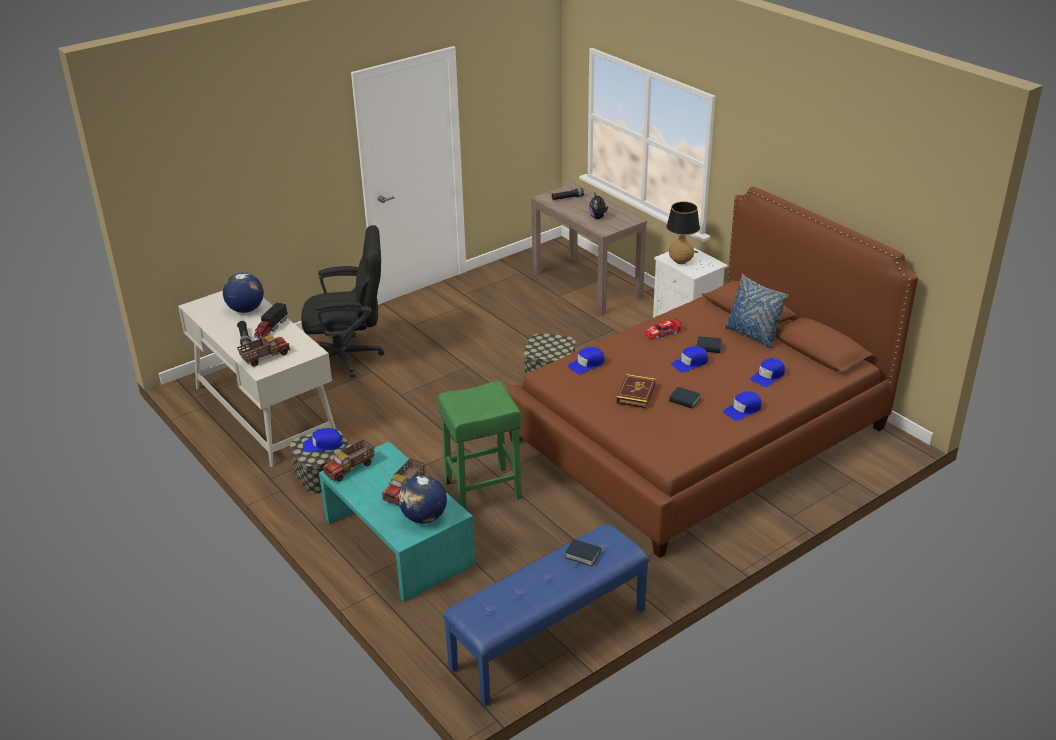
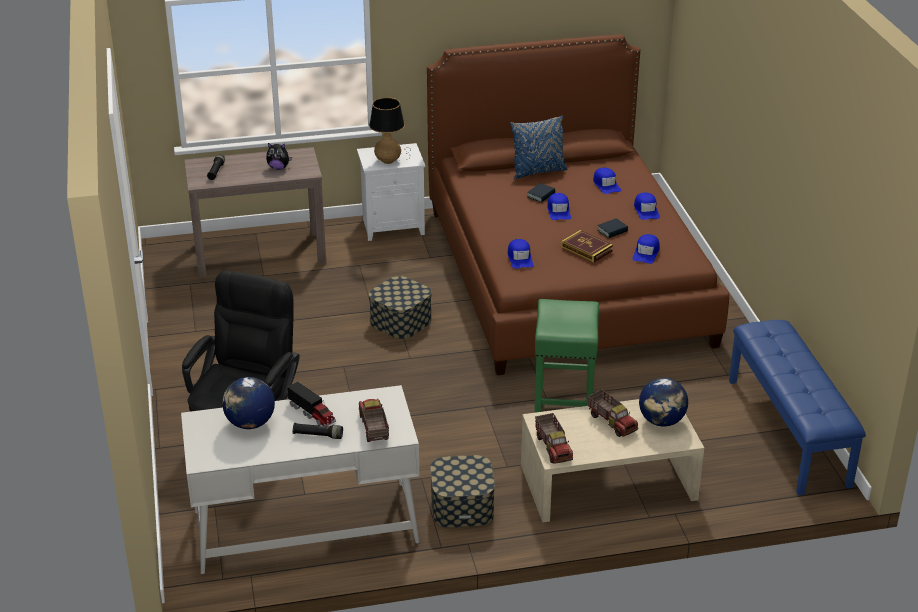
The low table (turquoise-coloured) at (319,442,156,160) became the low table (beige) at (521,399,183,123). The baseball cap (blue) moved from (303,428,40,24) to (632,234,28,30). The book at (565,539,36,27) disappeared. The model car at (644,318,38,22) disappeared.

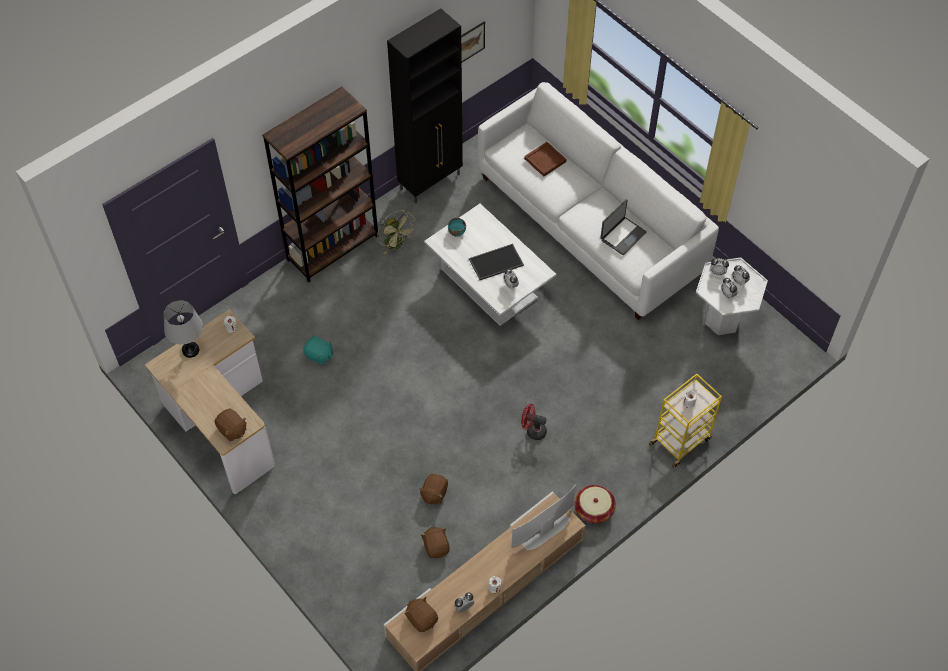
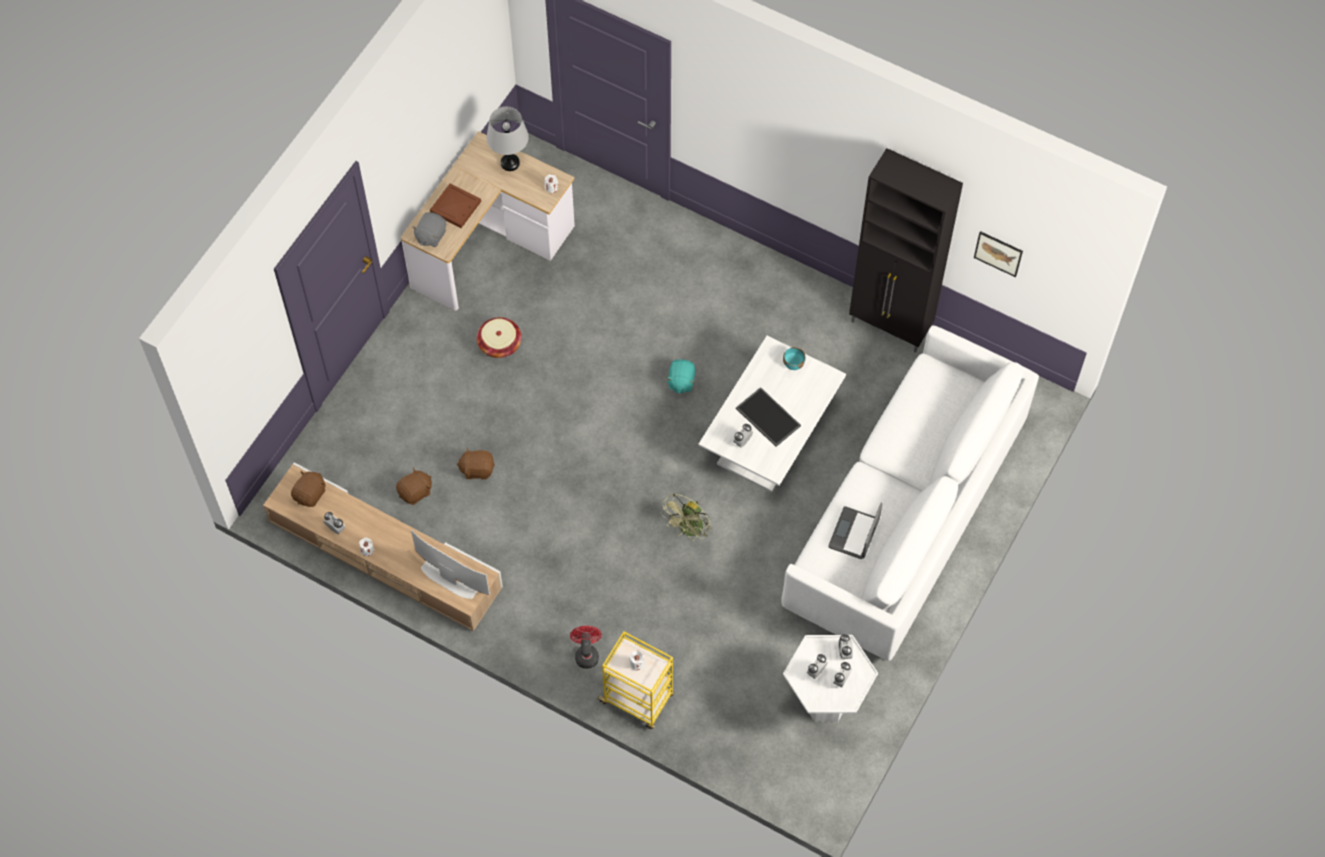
The plush toy (brown-coloured) at (214,409,32,33) became the plush toy (grey) at (412,212,34,35). The serving tray (brown-coloured) moved from (524,142,43,35) to (430,183,51,45). The basket moved from (574,485,42,38) to (477,317,45,41). The electric fan (red) moved from (521,404,26,36) to (570,626,32,43). The electric fan (green-coloured) moved from (377,210,40,45) to (661,493,51,48). The plush toy (turquoise-coloured) moved from (303,336,30,29) to (666,359,30,35). The portable computer at (601,199,46,56) turned 90 degrees clockwise. The bookshelf (brown-coloured) at (262,87,116,196) disappeared.

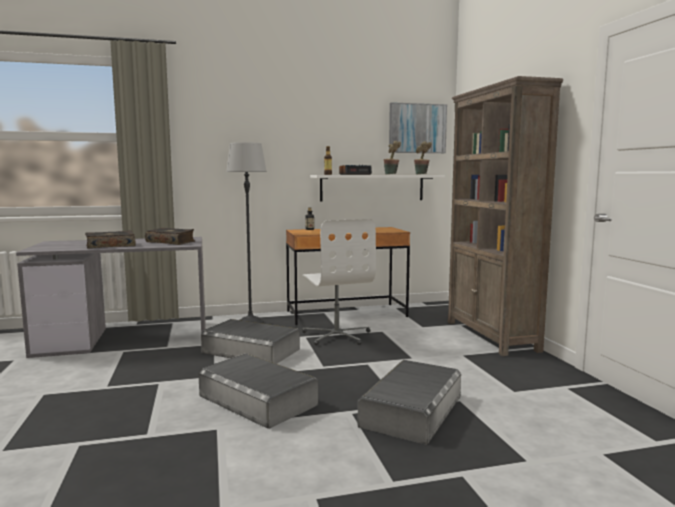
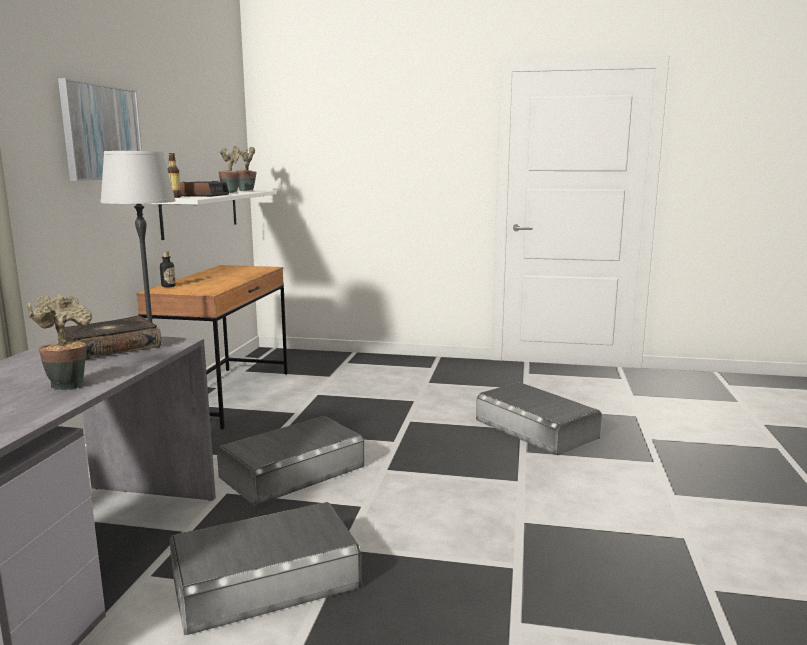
The book at (85,230,51,18) was replaced by the houseplant at (27,294,65,96). The wall picture moved from (389,102,58,51) to (58,78,84,103). The storage box (grey) moved from (198,353,120,76) to (170,502,191,133). The computer chair (whitish) at (302,219,74,127) disappeared. The bookshelf (brown-coloured) at (448,76,115,280) disappeared.

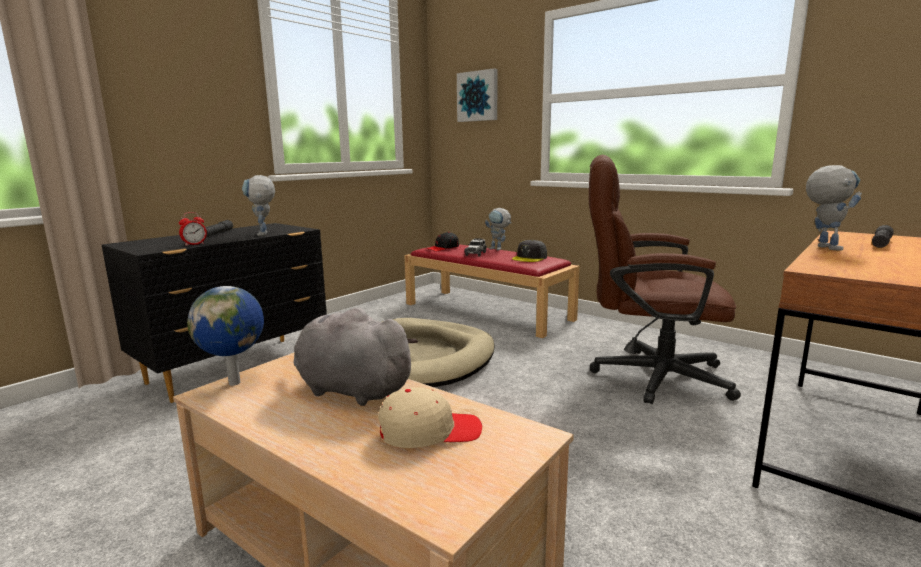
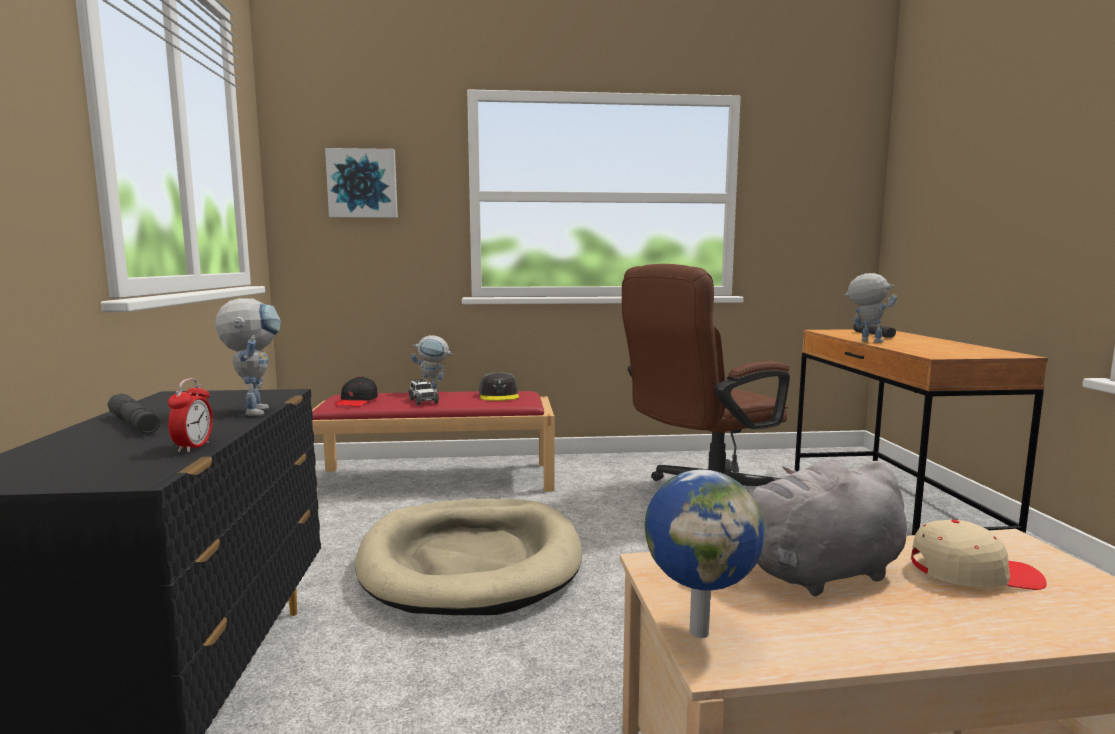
The model robot at (242,175,33,61) turned 135 degrees counterclockwise. The baseball cap (beige) at (378,387,104,61) turned 60 degrees clockwise.

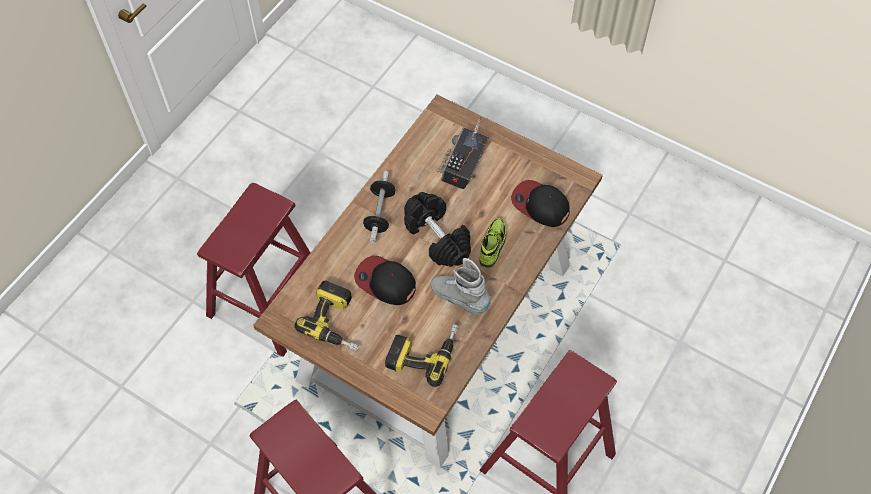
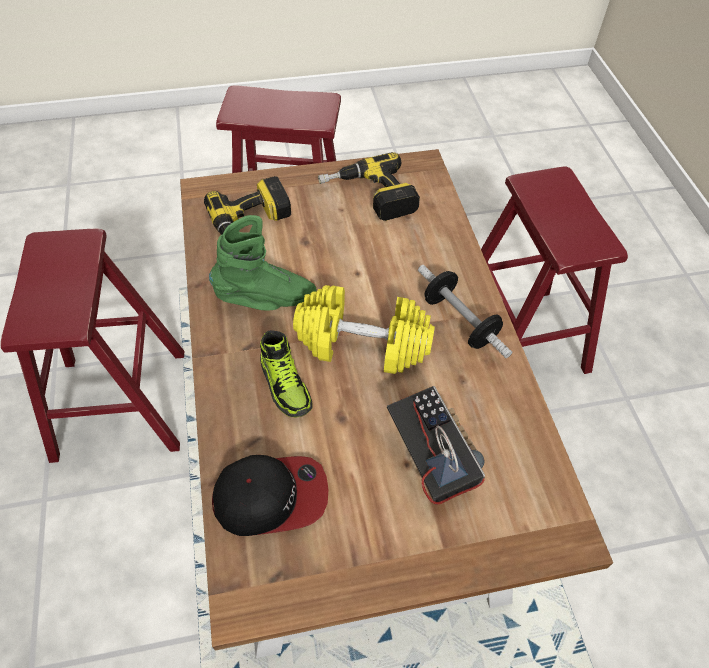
The boot (grey) at (431,258,60,57) became the boot (green-coloured) at (209,215,108,95). The dumbbell (blackish) at (404,192,67,75) became the dumbbell (yellowish) at (293,285,142,89). The baseball cap at (354,256,62,49) disappeared.

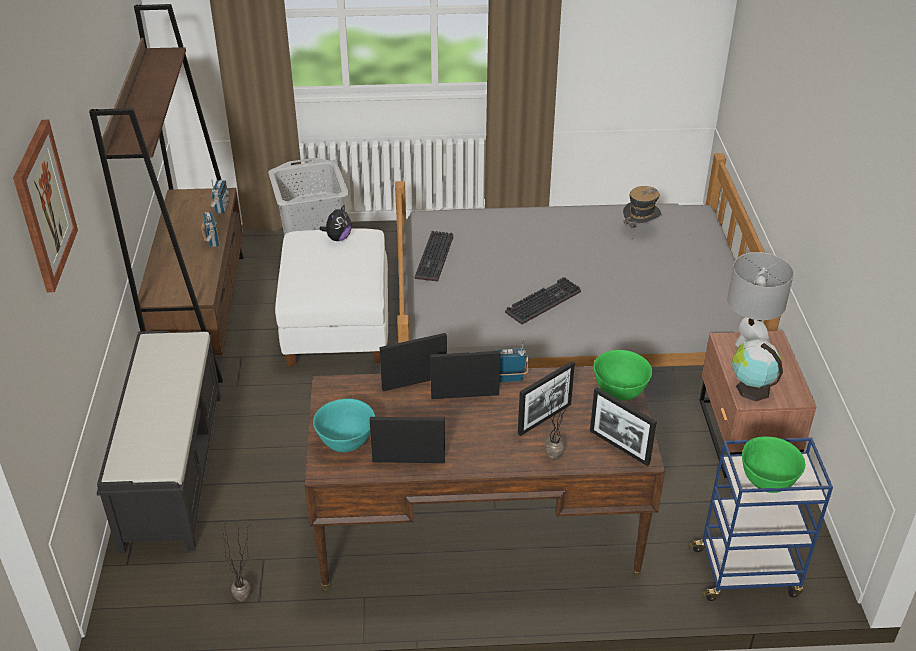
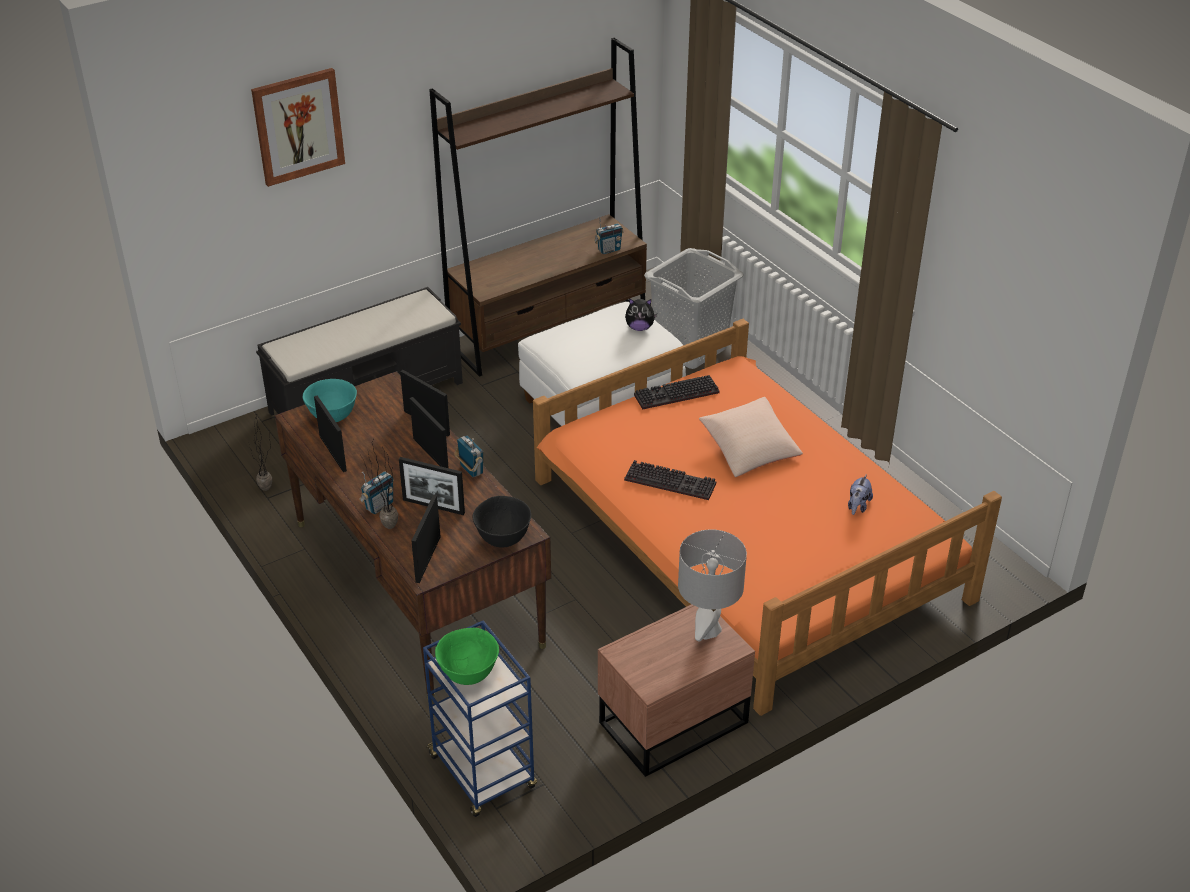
The radio receiver moved from (201,212,19,35) to (359,471,35,43). The deep dish (green-coloured) at (593,350,59,51) became the deep dish (blackish) at (473,496,58,52). The bed (grey) at (395,153,386,216) became the bed (orange-coloured) at (533,319,469,397). The pillow (beige) at (699,397,104,80) appeared. The hat at (623,186,38,49) was replaced by the plush toy at (848,474,25,41). The desk globe at (732,339,51,62) disappeared.

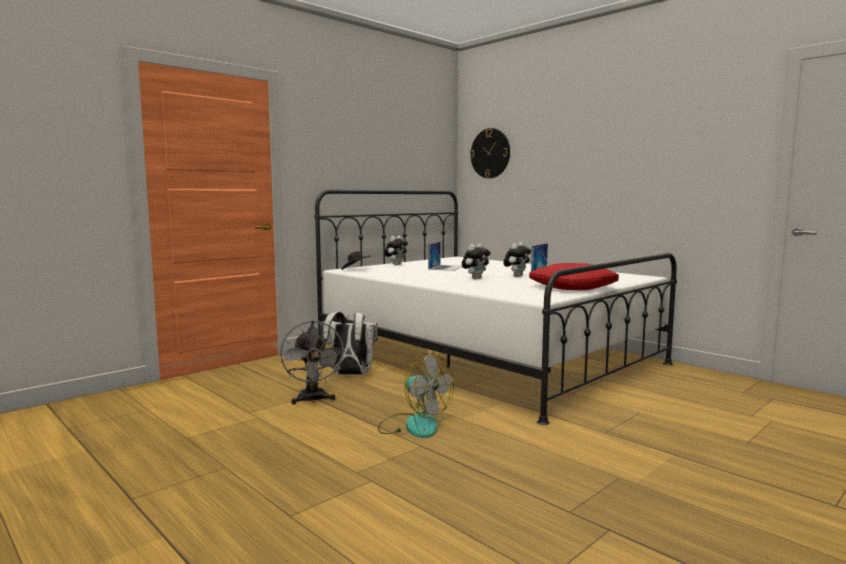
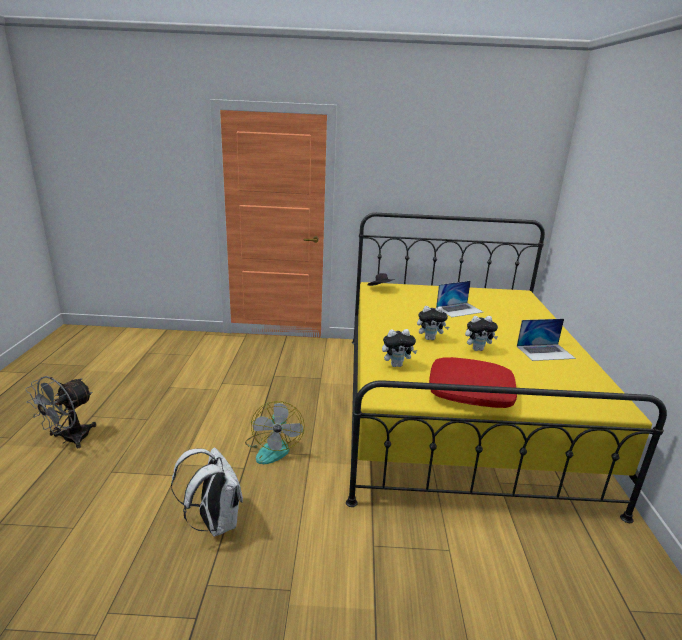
The electric fan (grey) moved from (280,321,65,83) to (25,376,71,73). The backpack (whitish) moved from (323,312,55,63) to (171,447,72,90). The bed (whitish) at (314,189,363,236) became the bed (yellowish) at (346,213,321,310). The plush toy moved from (384,236,24,29) to (382,329,35,38). The clock on the wall at (470,128,40,50) disappeared.

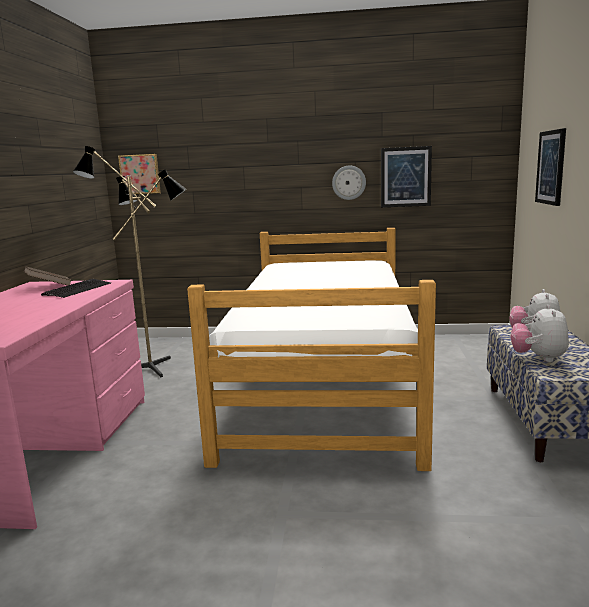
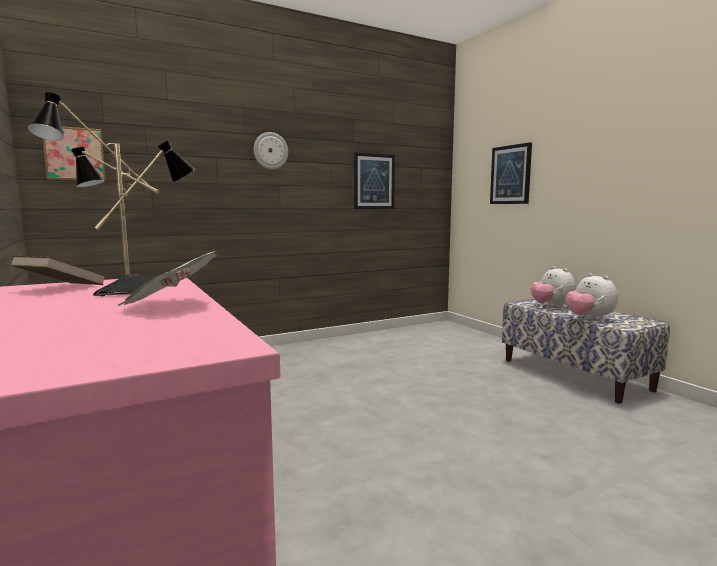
The newspaper at (118,251,98,55) appeared. The clock on the wall moved from (332,165,34,35) to (254,132,34,37). The bed at (187,228,249,243) disappeared.

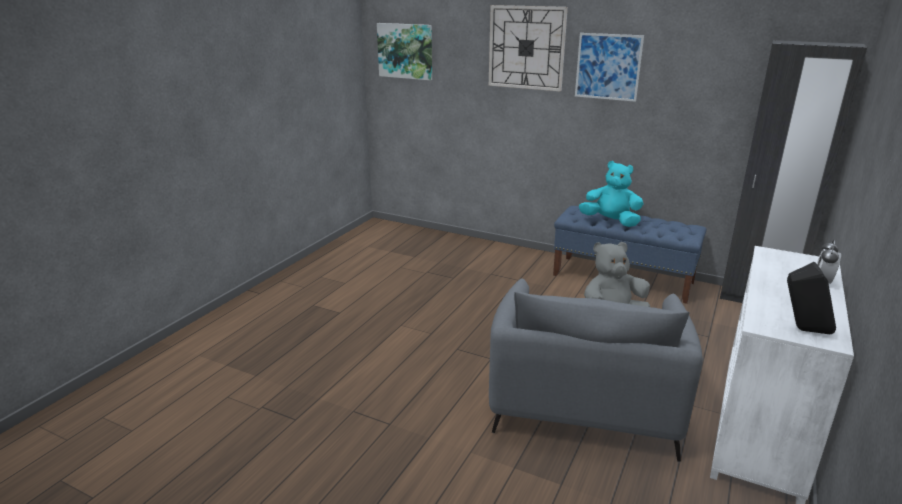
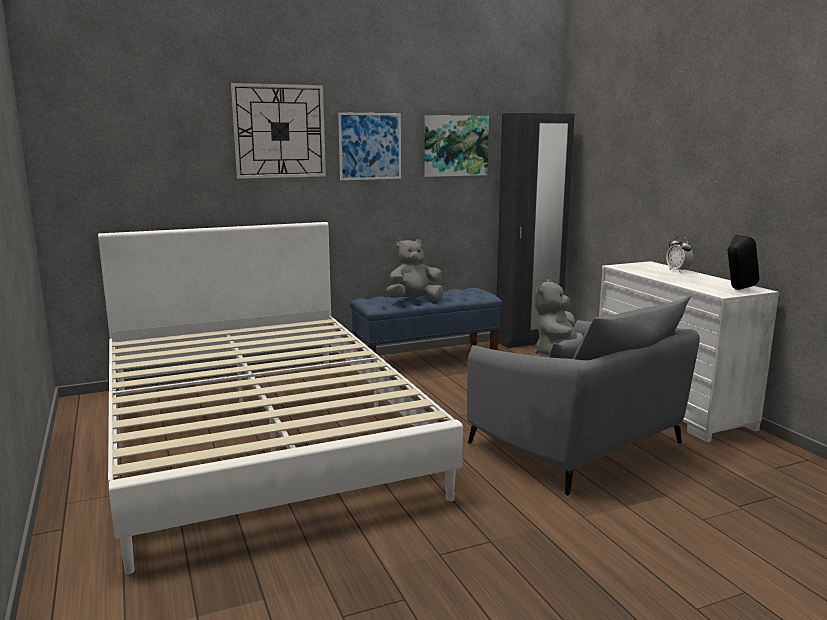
The bed (whitish) at (98,222,365,352) appeared. The plush toy (turquoise-coloured) at (579,161,65,66) became the plush toy (grey) at (386,239,58,61). The wall picture moved from (377,23,55,57) to (425,115,64,62).

